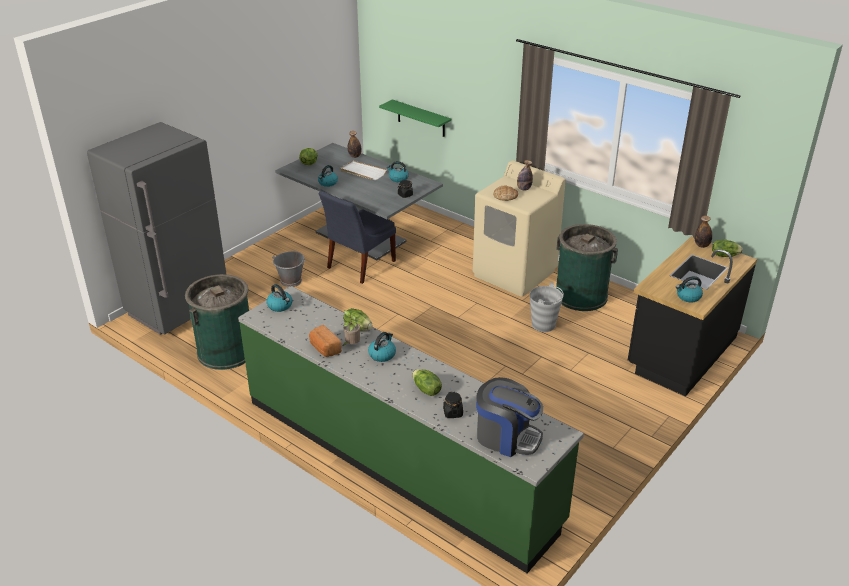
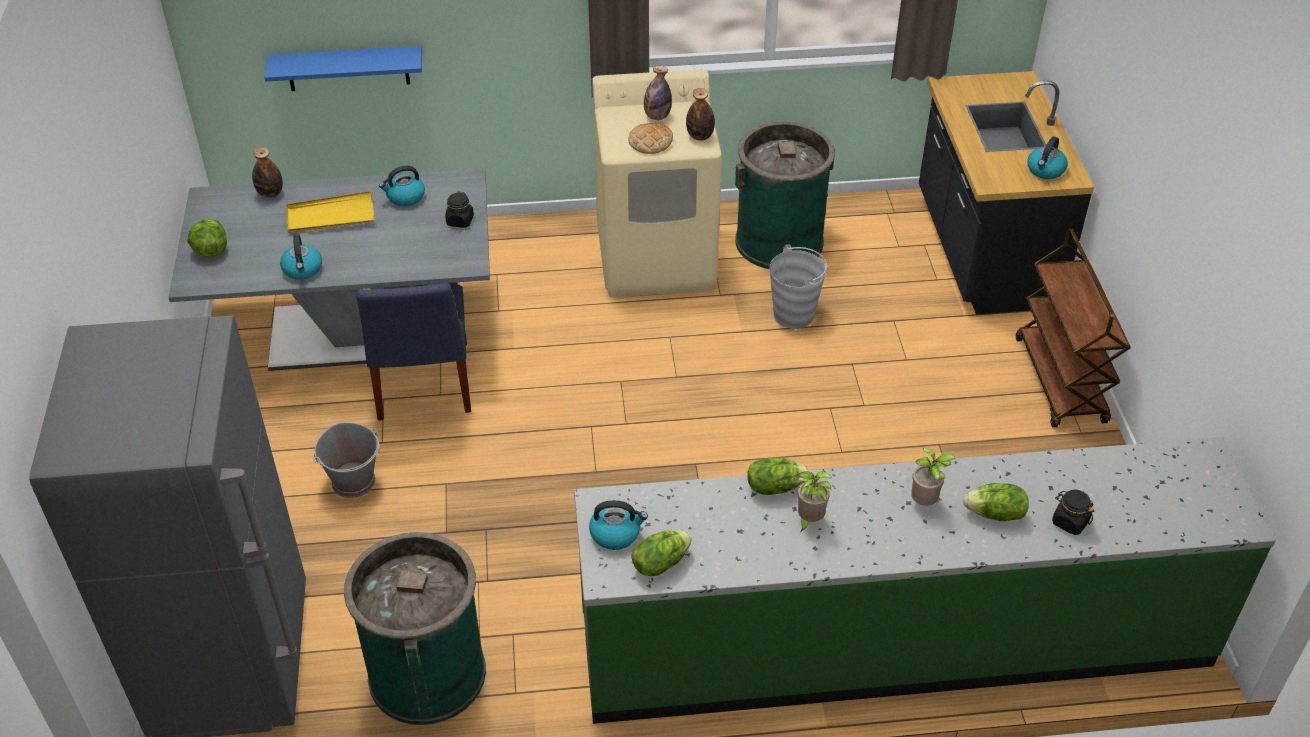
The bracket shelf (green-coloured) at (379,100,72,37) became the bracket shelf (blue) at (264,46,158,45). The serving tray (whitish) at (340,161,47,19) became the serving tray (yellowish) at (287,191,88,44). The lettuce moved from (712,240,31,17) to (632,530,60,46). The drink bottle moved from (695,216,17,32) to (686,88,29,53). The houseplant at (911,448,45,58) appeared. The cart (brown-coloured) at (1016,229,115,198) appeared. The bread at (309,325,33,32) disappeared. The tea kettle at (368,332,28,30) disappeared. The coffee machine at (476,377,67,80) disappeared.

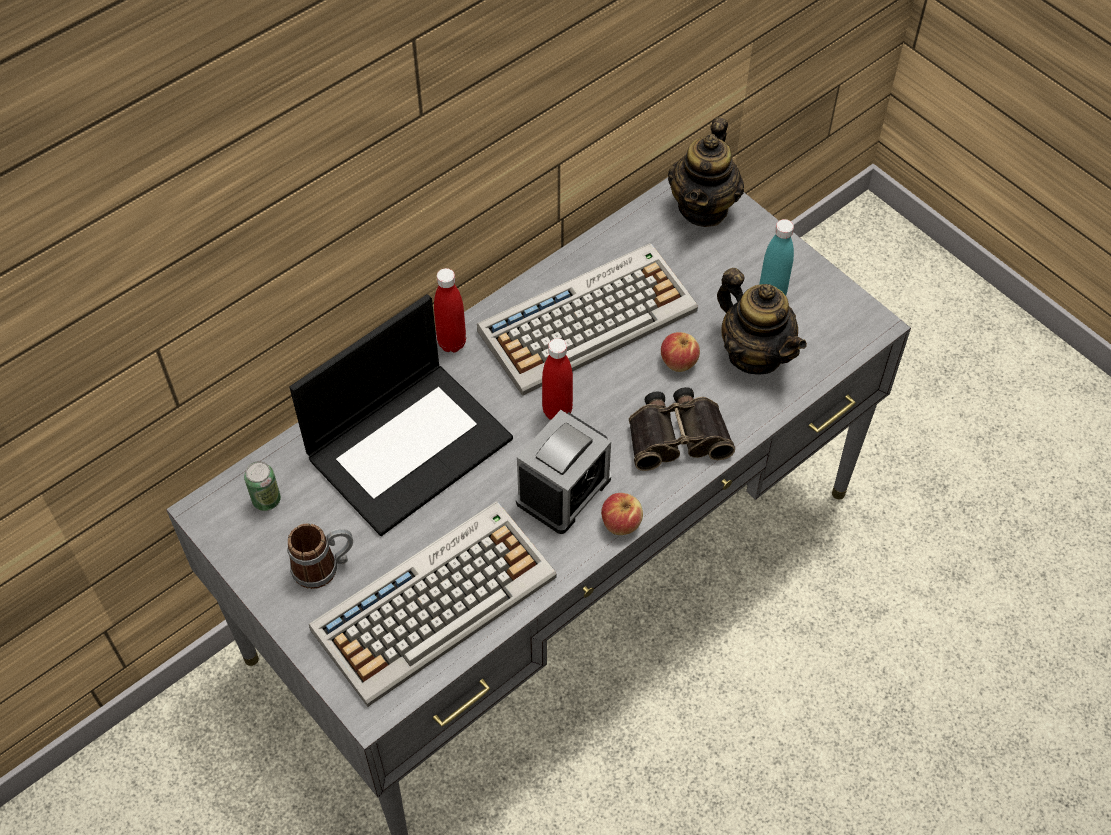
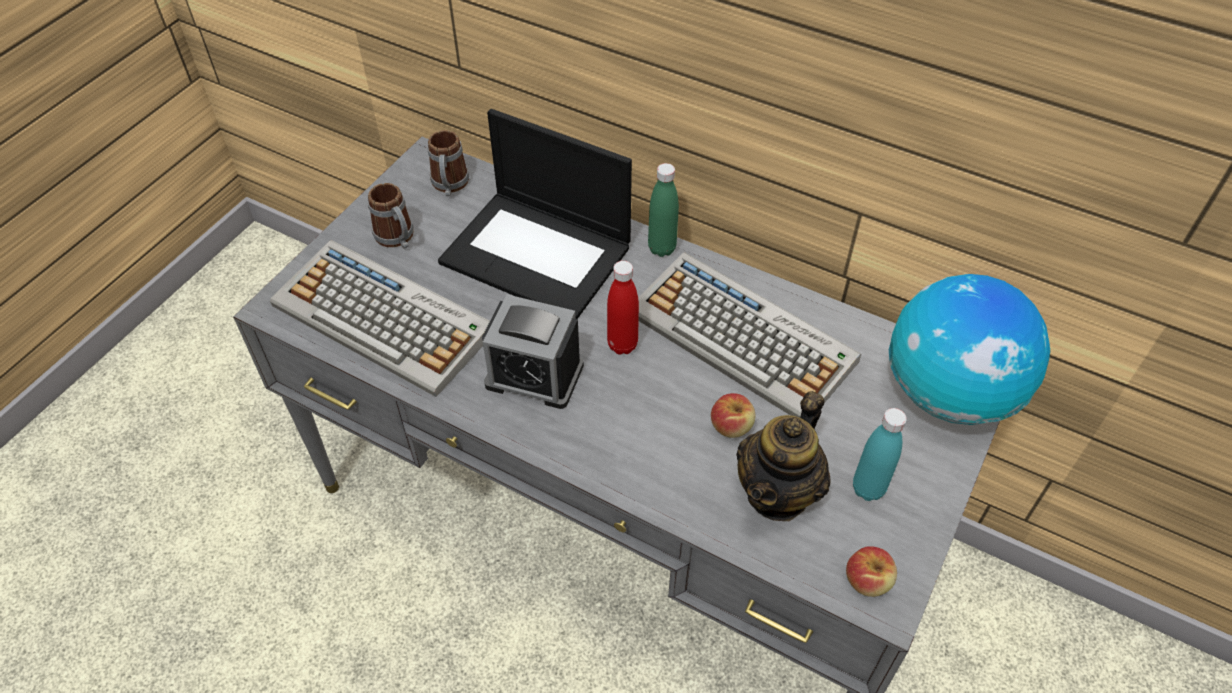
The can at (244,461,37,50) was replaced by the coffee mug at (427,130,42,66). The drink bottle (red) at (434,268,32,84) became the drink bottle (green-coloured) at (648,163,31,94). The apple fruit moved from (601,493,42,42) to (846,546,51,51). The tea pot at (668,117,76,110) was replaced by the desk globe at (889,274,161,151). The binoculars at (629,387,106,84) disappeared.

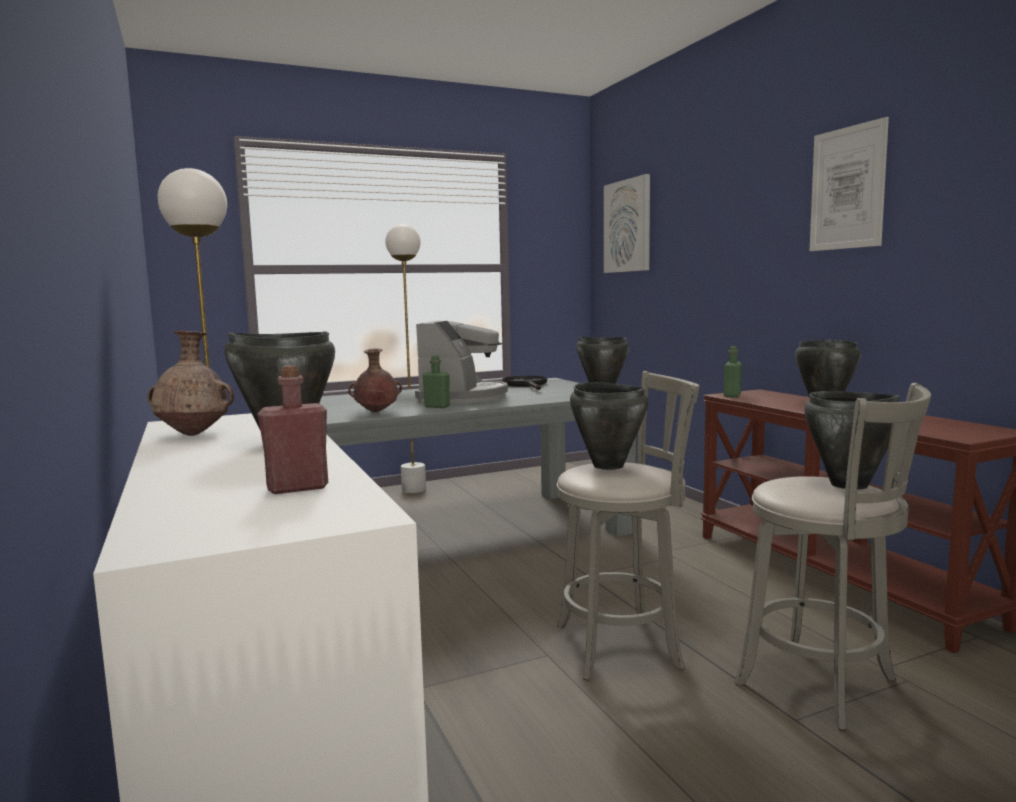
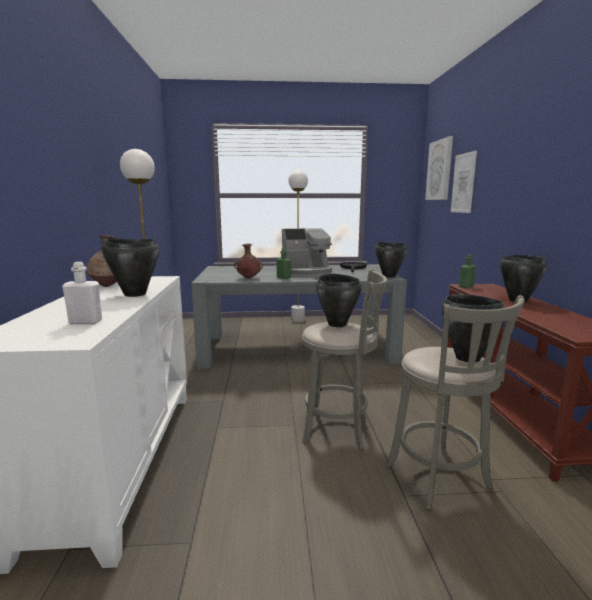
The drink bottle (red) at (258,365,70,129) became the drink bottle (whitish) at (62,262,40,62). The coffee machine at (415,320,93,83) turned 45 degrees clockwise. The wall picture moved from (810,117,79,134) to (451,151,26,62).

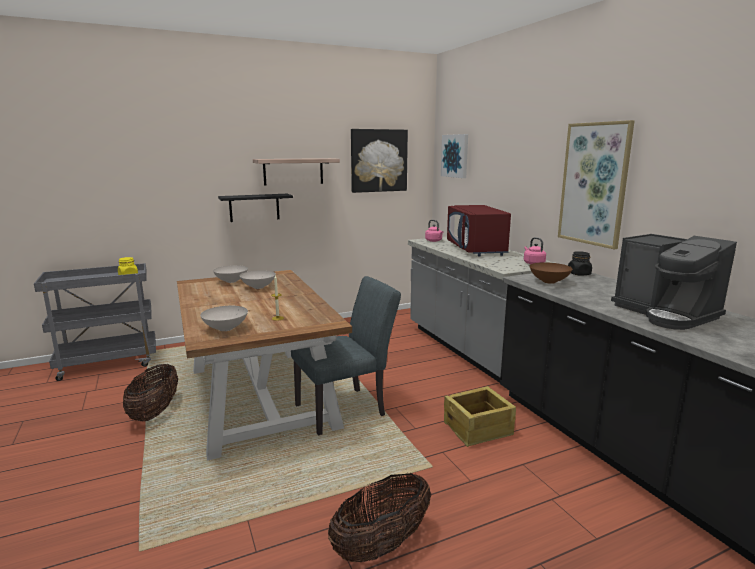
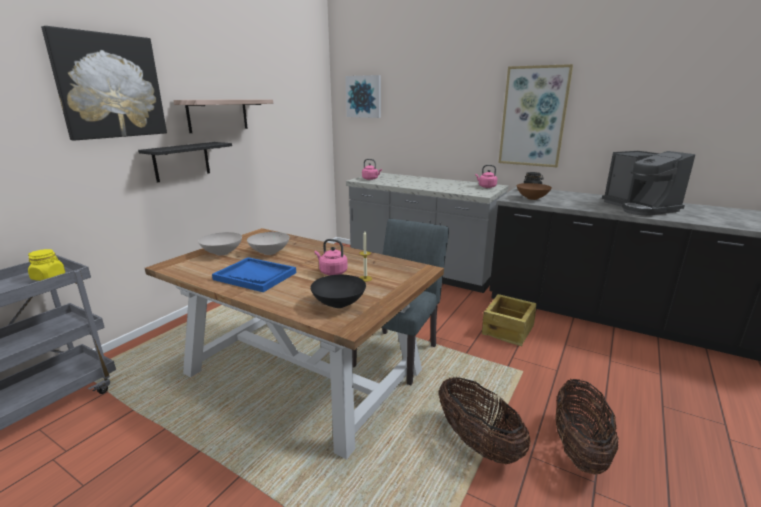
The wall picture moved from (351,129,57,64) to (41,26,126,115). The serving tray (blue) at (212,257,84,35) appeared. The deep dish (whitish) at (200,306,48,25) became the deep dish (blackish) at (310,275,56,33). The tea kettle (pink-coloured) at (315,239,33,36) appeared. The basket moved from (123,364,55,57) to (439,377,92,87). The coffee machine at (611,234,126,96) turned 45 degrees clockwise. The microwave oven (red) at (447,205,64,52) disappeared.

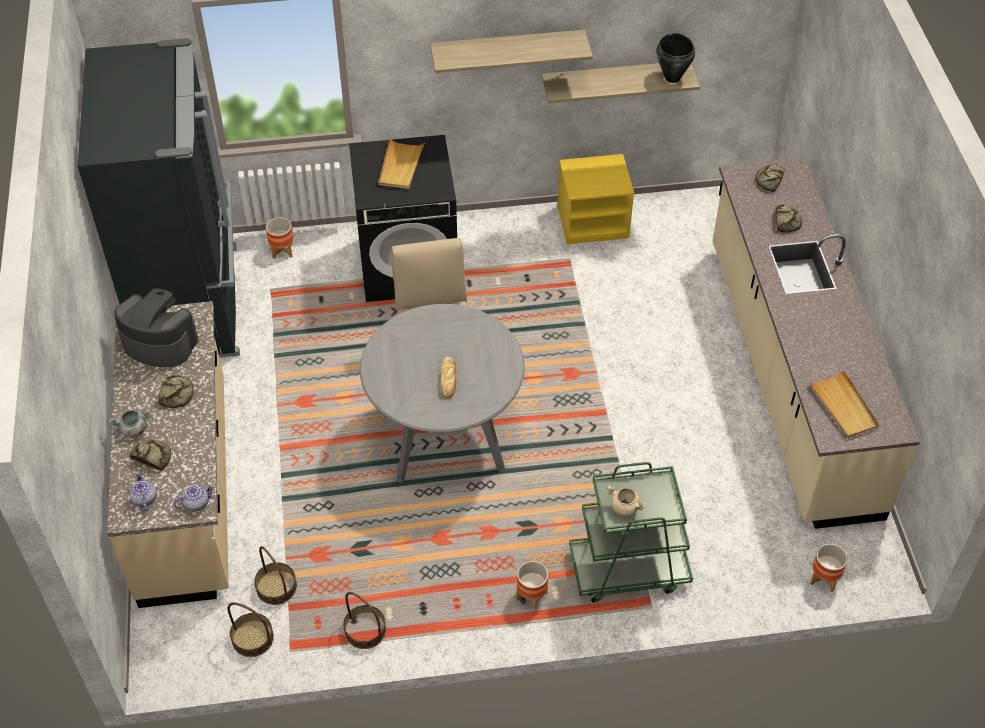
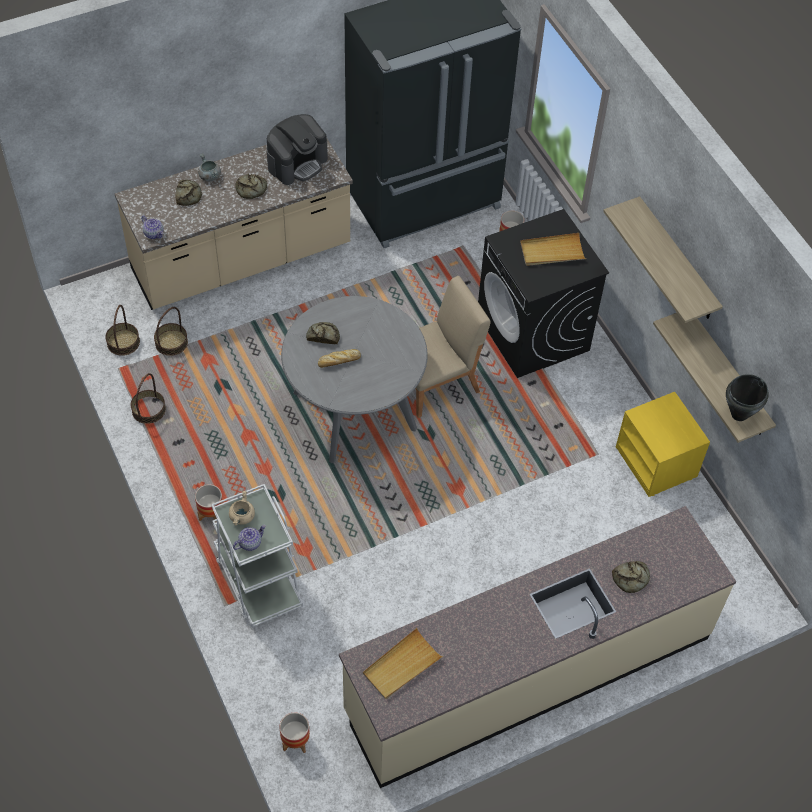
The cart (green-coloured) at (569,462,124,140) became the cart (whitish) at (211,484,92,143). The tea pot moved from (129,472,28,39) to (233,525,33,26). The coffee machine at (114,288,85,79) turned 45 degrees clockwise. The bread moved from (756,164,29,28) to (306,322,34,22).

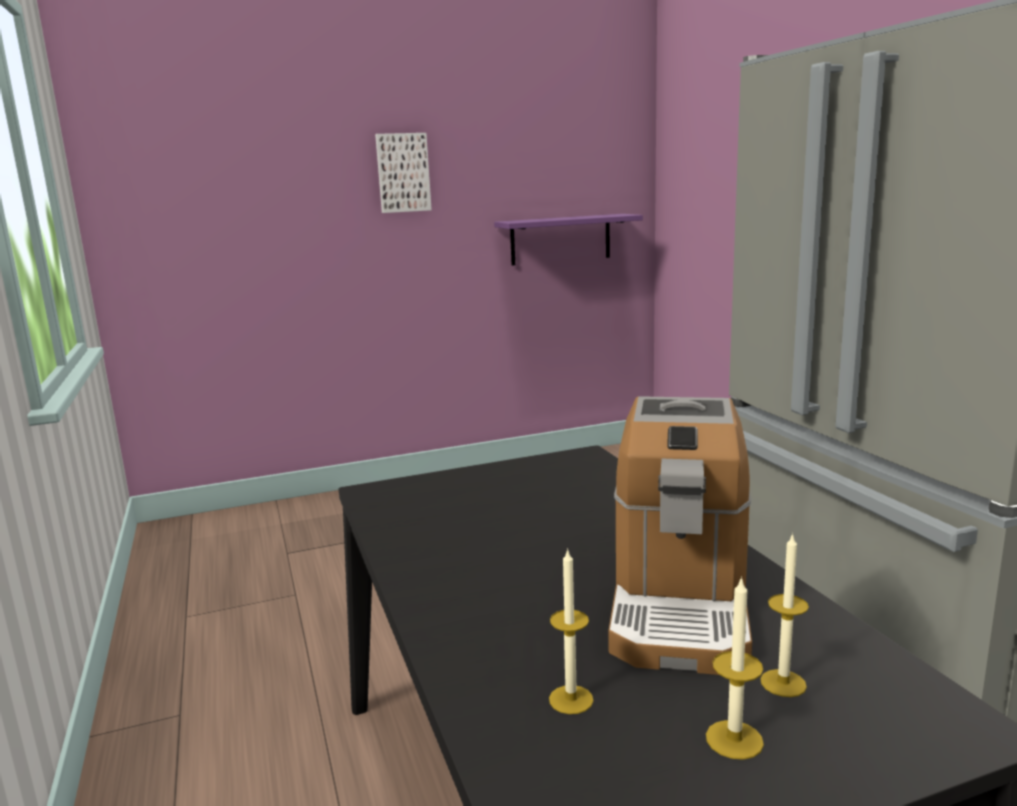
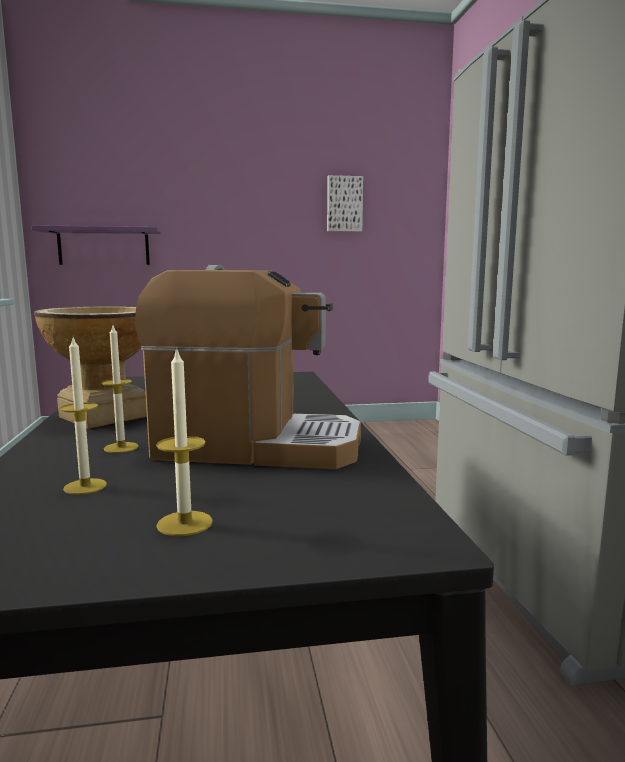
The bracket shelf (purple) moved from (494,214,149,52) to (31,225,130,40). The flower vase at (34,306,113,123) appeared. The wax candle moved from (760,533,49,164) to (102,326,37,127). The coffee machine at (608,396,144,279) turned 105 degrees counterclockwise. The wall picture moved from (375,133,57,80) to (327,175,36,57).

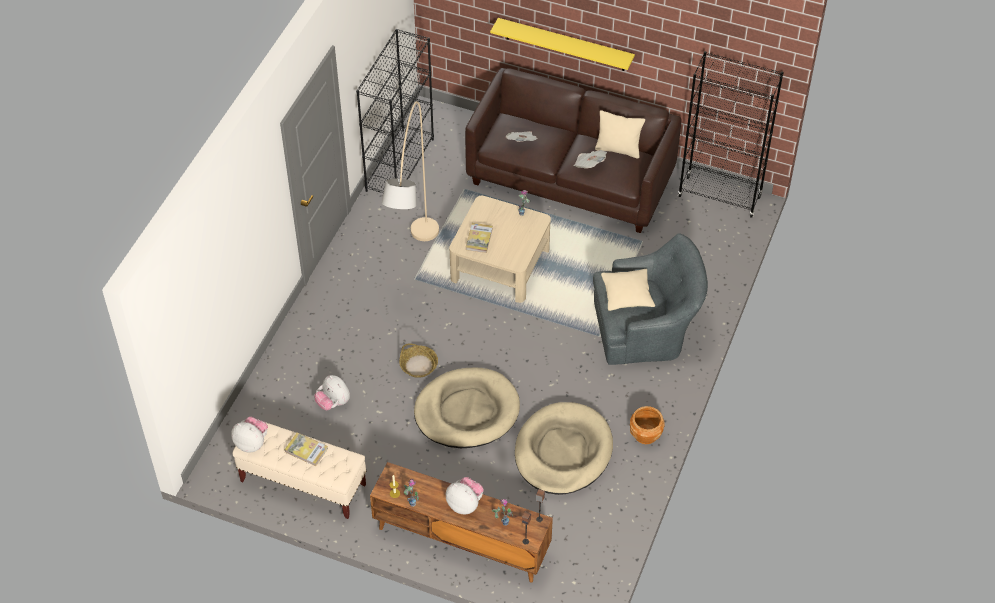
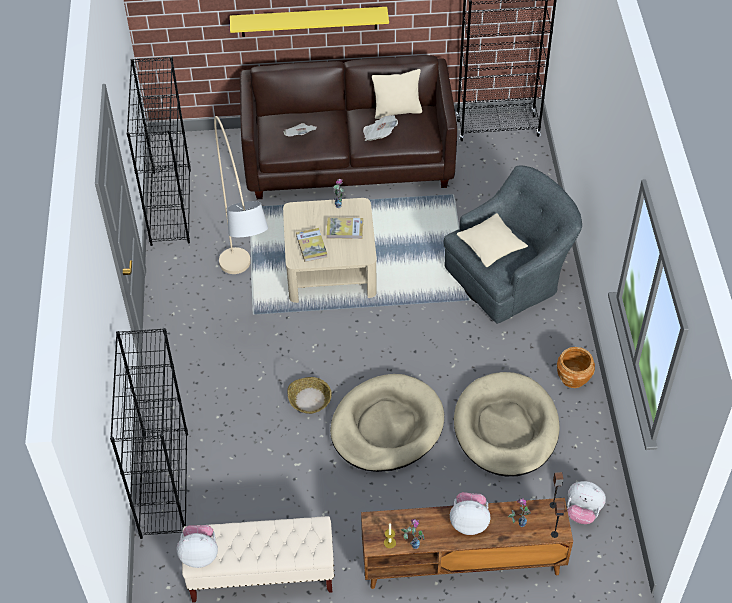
The bookshelf (blackish) at (110,328,78,211) appeared. The book moved from (284,432,44,34) to (326,218,37,21). The plush toy moved from (314,375,36,35) to (567,481,39,43).

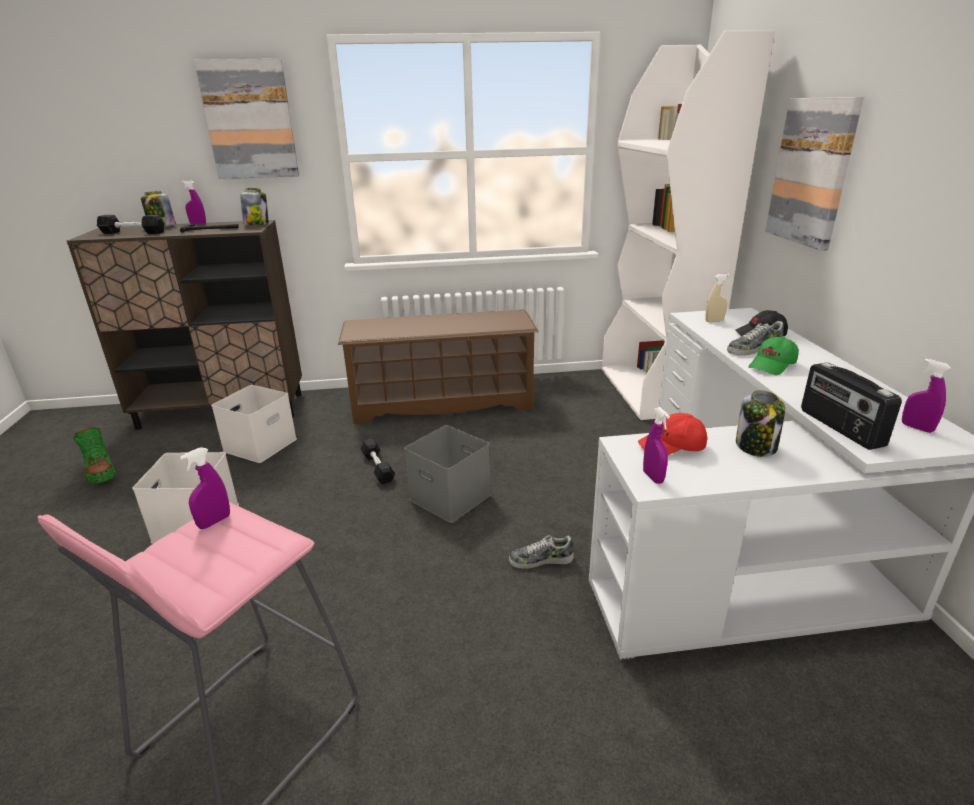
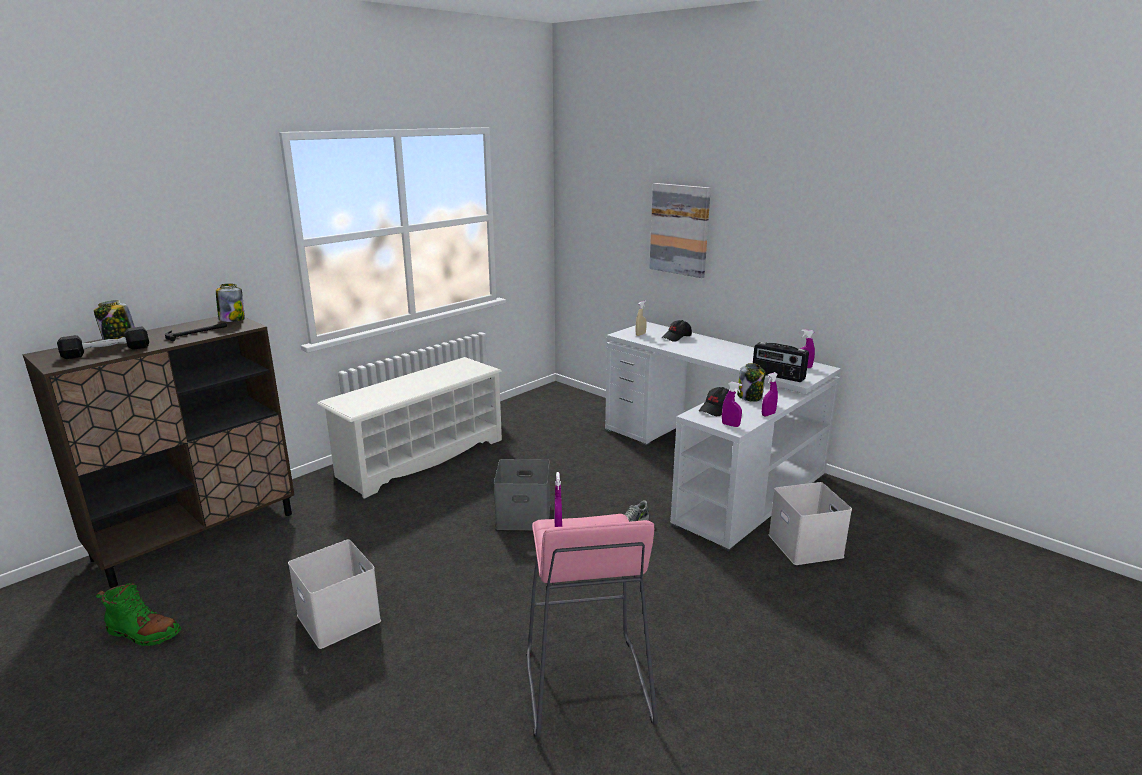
The shoe rack (brown-coloured) at (338,310,201,114) became the shoe rack (whitish) at (317,357,185,142). The baseball cap (red) at (638,413,69,42) became the baseball cap (blackish) at (699,387,36,29). The spray bottle (purple) moved from (181,180,25,44) to (762,372,16,44). The storage box (whitish) moved from (211,385,86,78) to (768,482,84,83). The wall picture at (194,59,105,120) disappeared. The dumbbell (blackish) at (361,439,34,45) disappeared. The bookshelf (whitish) at (602,30,173,390) disappeared. The item of footwear at (727,321,57,34) disappeared. The baseball cap (green-coloured) at (748,337,51,38) disappeared.

